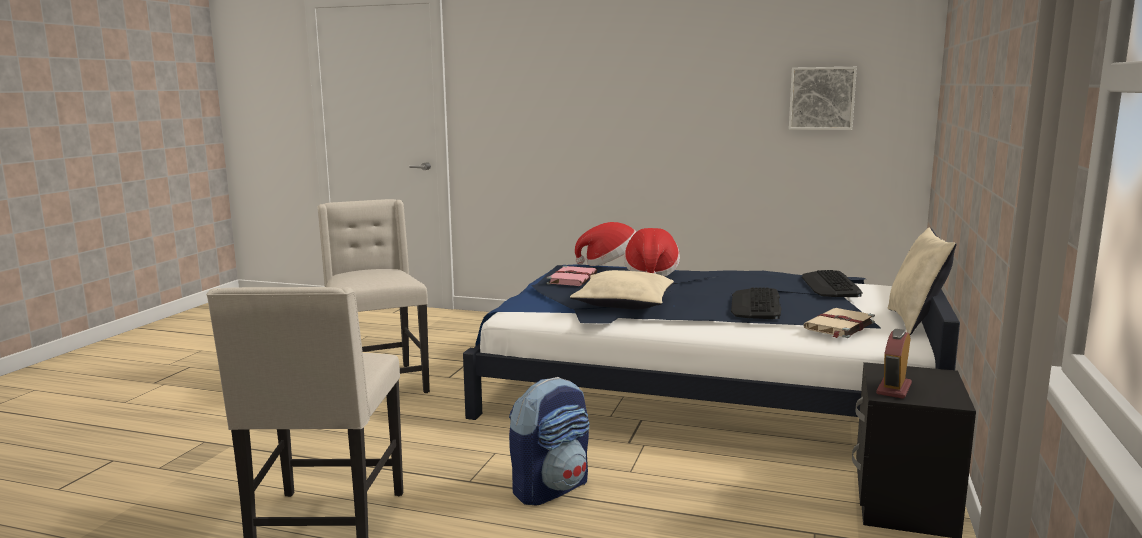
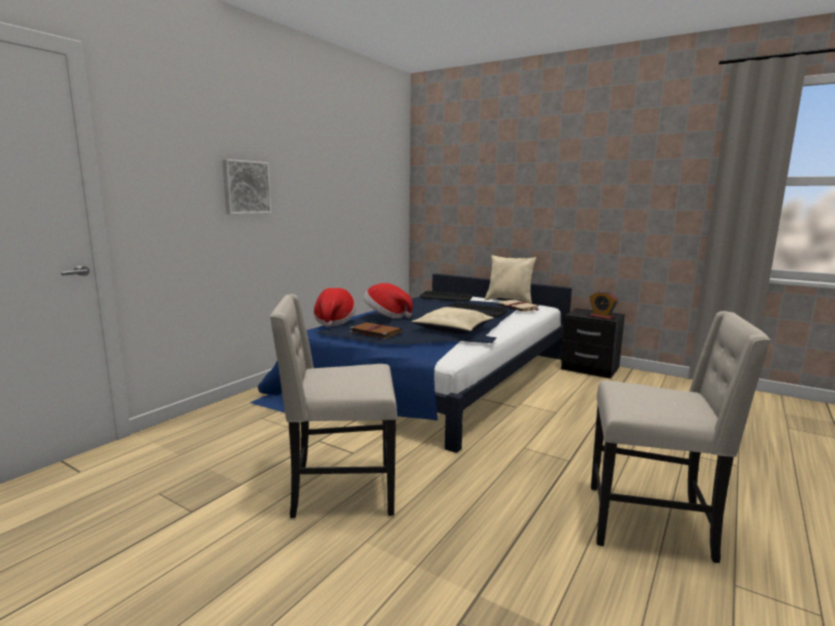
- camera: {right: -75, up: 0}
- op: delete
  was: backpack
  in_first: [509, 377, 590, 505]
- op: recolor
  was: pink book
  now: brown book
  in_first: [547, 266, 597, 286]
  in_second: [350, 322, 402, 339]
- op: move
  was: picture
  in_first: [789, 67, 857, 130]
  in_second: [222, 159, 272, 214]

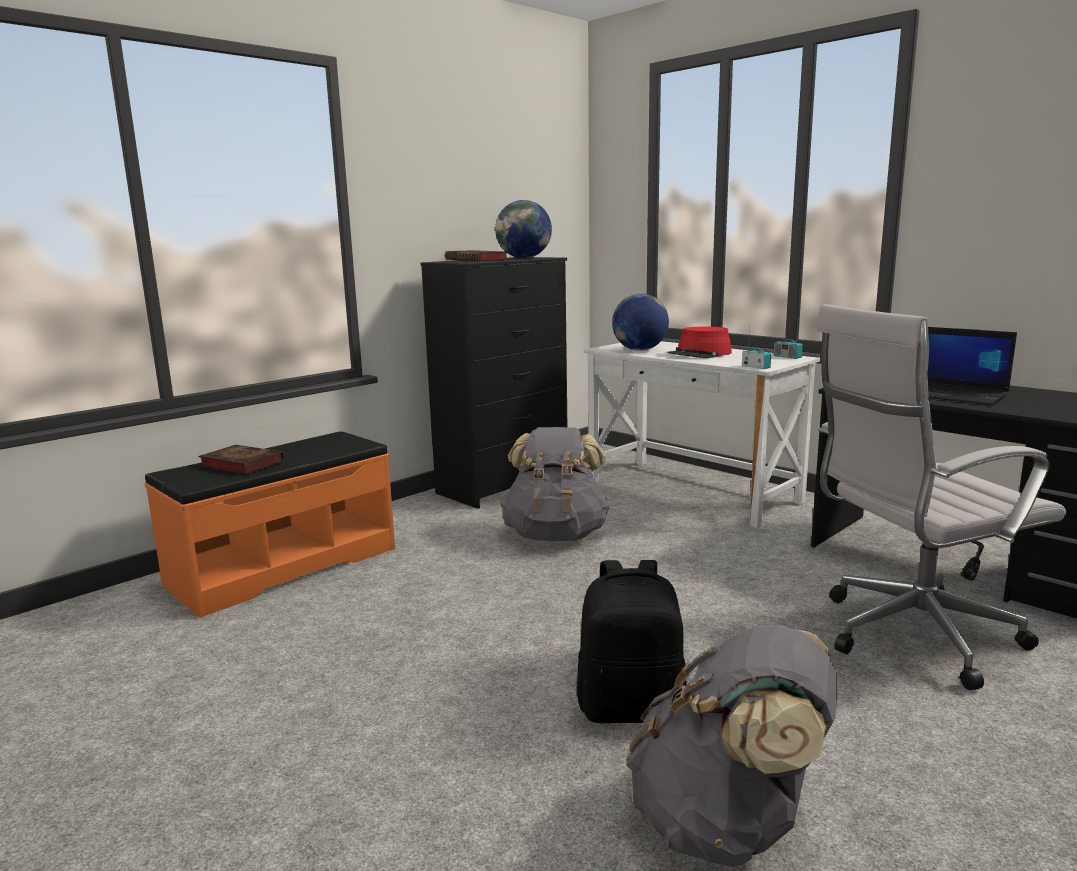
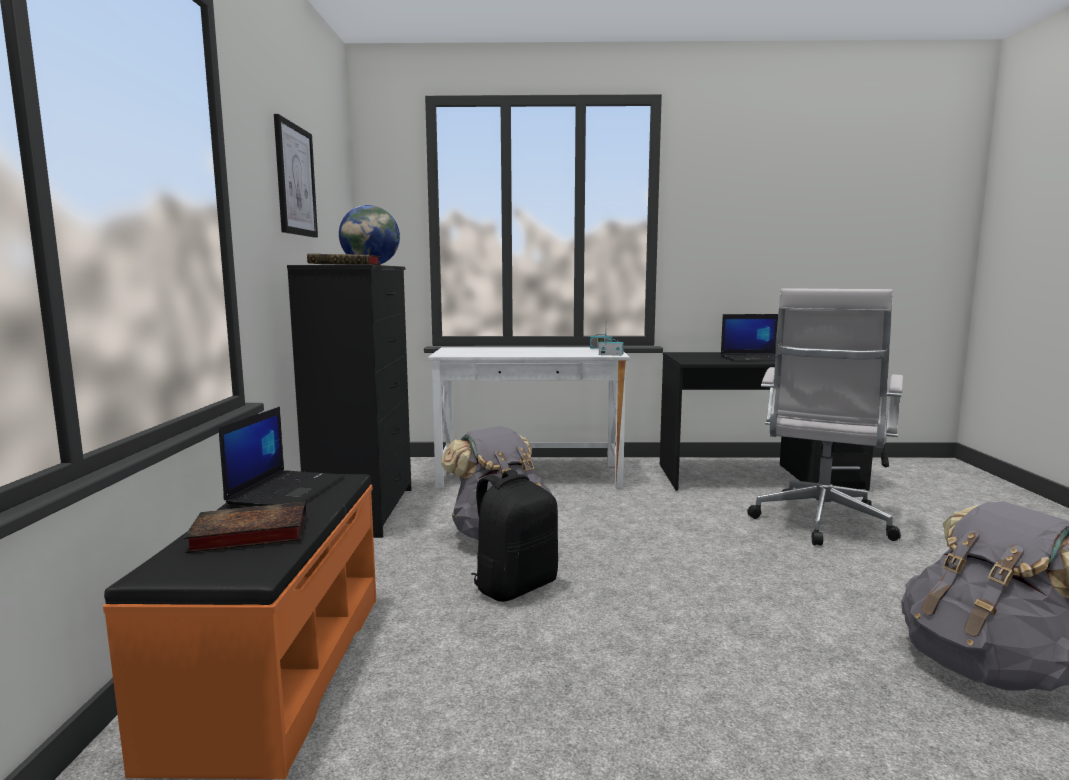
- camera: {right: -45, up: -5}
- op: move
  was: black backpack
  in_first: [577, 560, 686, 723]
  in_second: [471, 470, 558, 602]
- op: delete
  was: globe
  in_first: [612, 294, 669, 351]
- op: delete
  was: red hat
  in_first: [667, 327, 732, 358]
- op: insert
  now: laptop
  in_second: [219, 407, 345, 506]
- op: insert
  now: picture
  in_second: [274, 114, 318, 237]

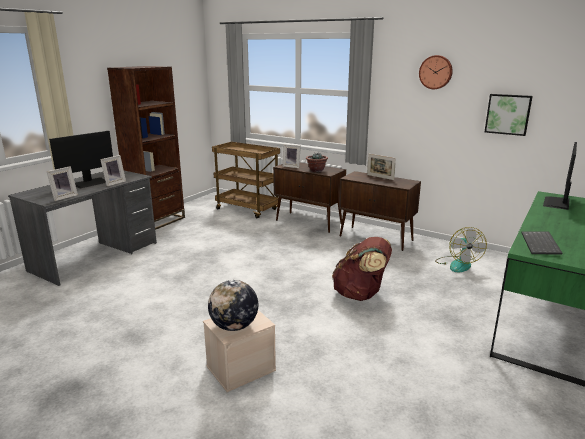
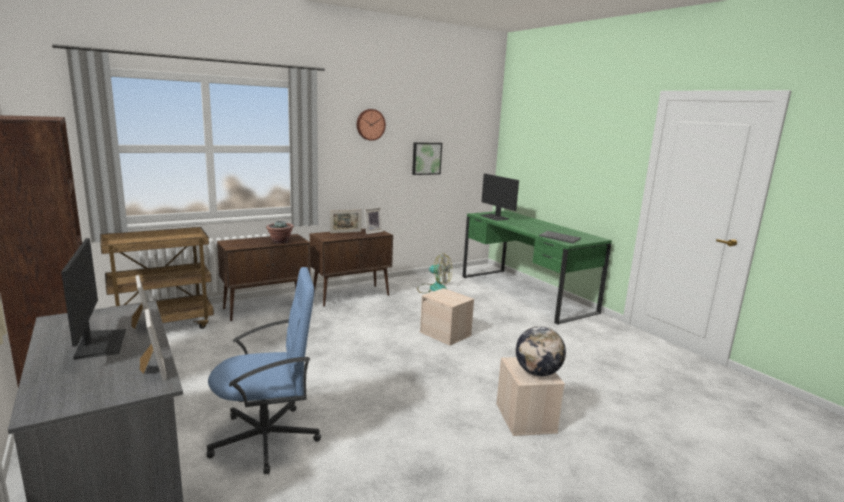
- camera: {right: -65, up: -5}
- op: move
  was: picture frame
  in_first: [282, 144, 301, 168]
  in_second: [364, 207, 383, 234]
- op: replace
  was: brown backpack
  now: beige storage box
  in_first: [332, 237, 392, 301]
  in_second: [420, 288, 474, 346]
- op: insert
  now: blue office chair
  in_second: [207, 267, 321, 474]

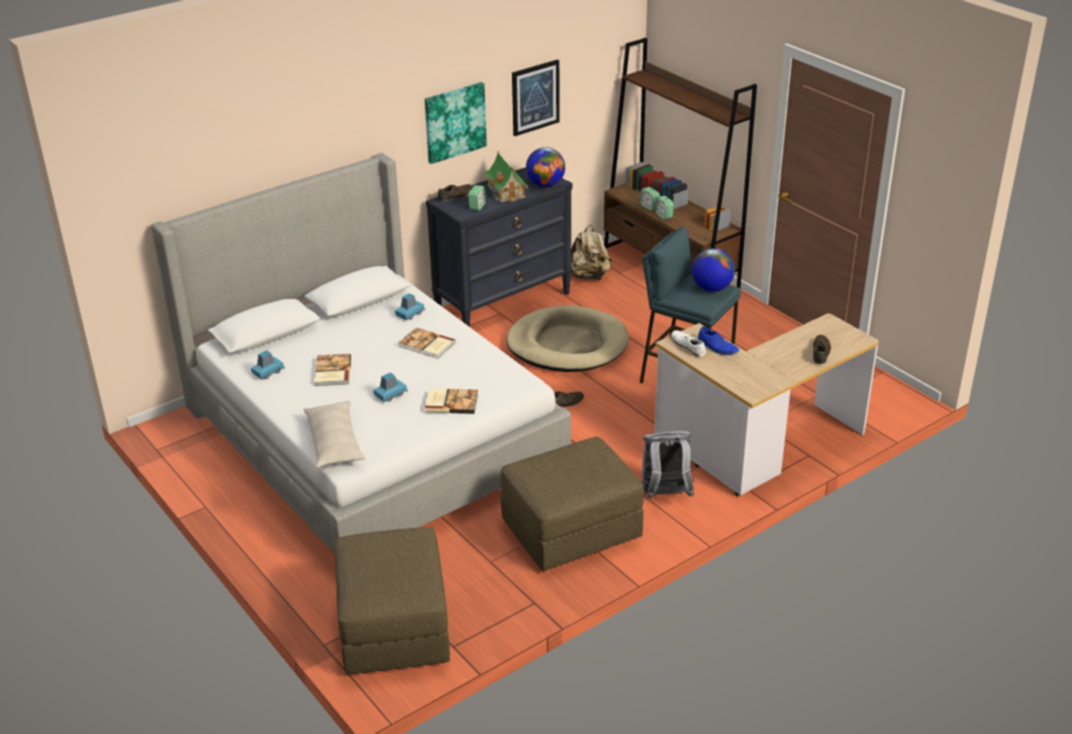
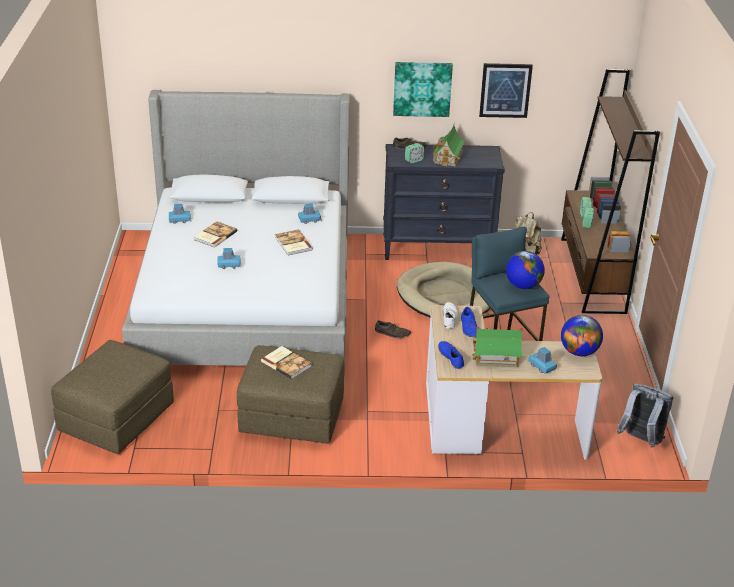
- camera: {right: 35, up: 0}
- op: delete
  was: beige pillow
  in_first: [304, 401, 366, 468]
- op: move
  was: book
  in_first: [425, 388, 478, 414]
  in_second: [261, 346, 311, 379]
- op: move
  was: globe
  in_first: [526, 147, 565, 187]
  in_second: [561, 315, 603, 356]
- op: move
  was: grey backpack
  in_first: [641, 431, 694, 499]
  in_second: [616, 383, 673, 448]
- op: replace
  was: brown shoe
  now: blue toy car
  in_first: [813, 335, 831, 364]
  in_second: [528, 347, 557, 374]
- op: insert
  now: blue shoe
  in_second: [438, 341, 464, 369]
- op: insert
  now: toy house
  in_second: [472, 326, 523, 367]

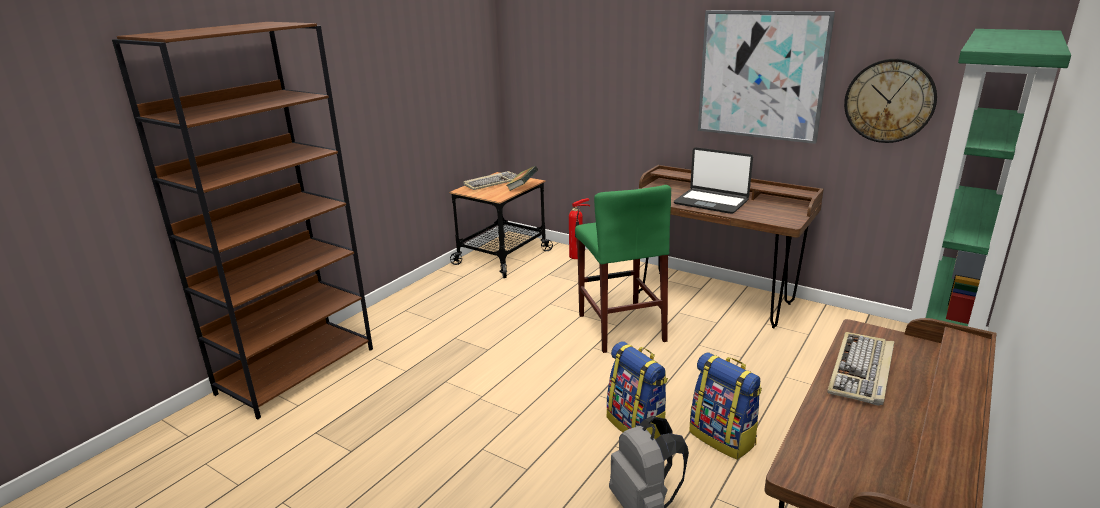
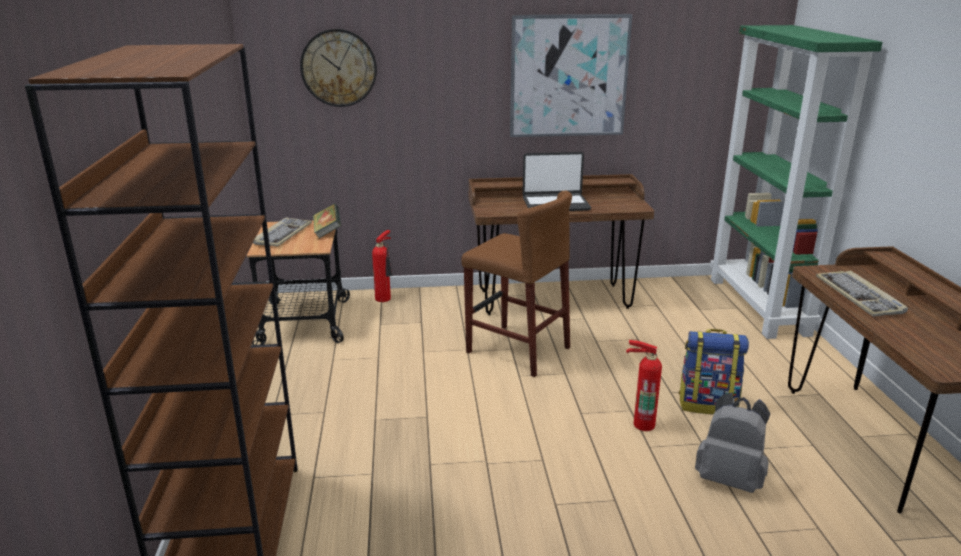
- camera: {right: -40, up: 0}
- op: recolor
  was: green stool
  now: brown stool
  in_first: [575, 185, 671, 353]
  in_second: [461, 190, 572, 377]
- op: replace
  was: backpack
  now: fire extinguisher
  in_first: [607, 341, 668, 439]
  in_second: [626, 340, 662, 431]
- op: move
  was: wall clock
  in_first: [844, 59, 937, 143]
  in_second: [300, 29, 377, 107]

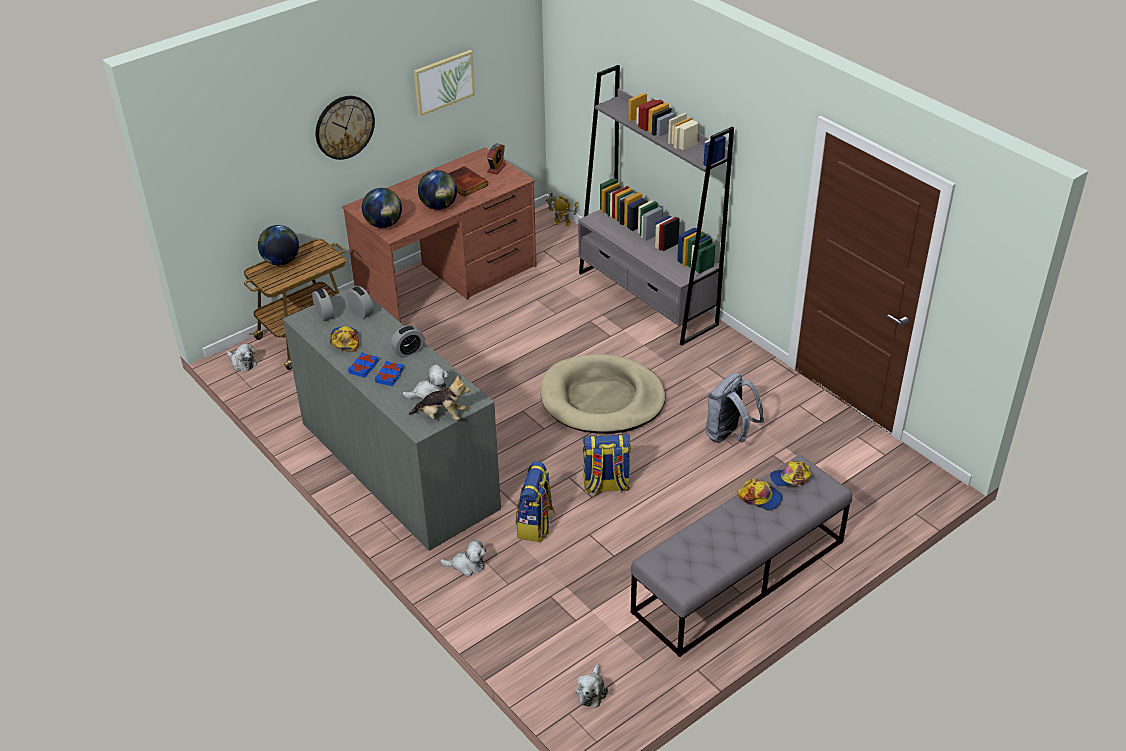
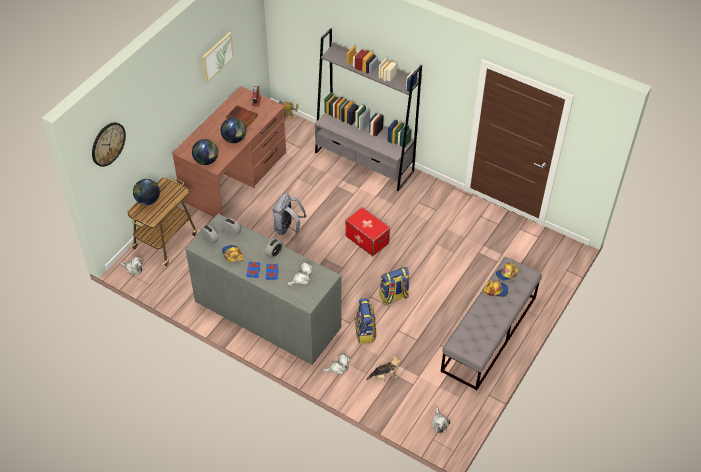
- camera: {right: -20, up: 10}
- op: move
  was: wall clock
  in_first: [316, 96, 375, 160]
  in_second: [92, 122, 126, 167]
- op: move
  was: plush toy
  in_first: [409, 375, 470, 420]
  in_second: [366, 355, 402, 381]
- op: replace
  was: beige dog bed
  now: storage box
  in_first: [540, 354, 665, 434]
  in_second: [345, 207, 390, 256]
- op: move
  was: grey backpack
  in_first: [706, 373, 764, 443]
  in_second: [272, 193, 307, 235]

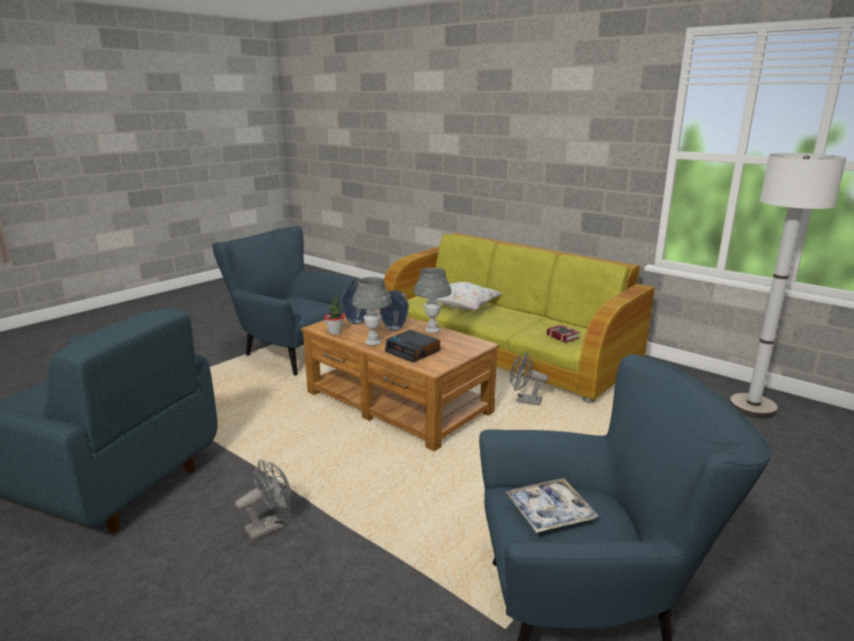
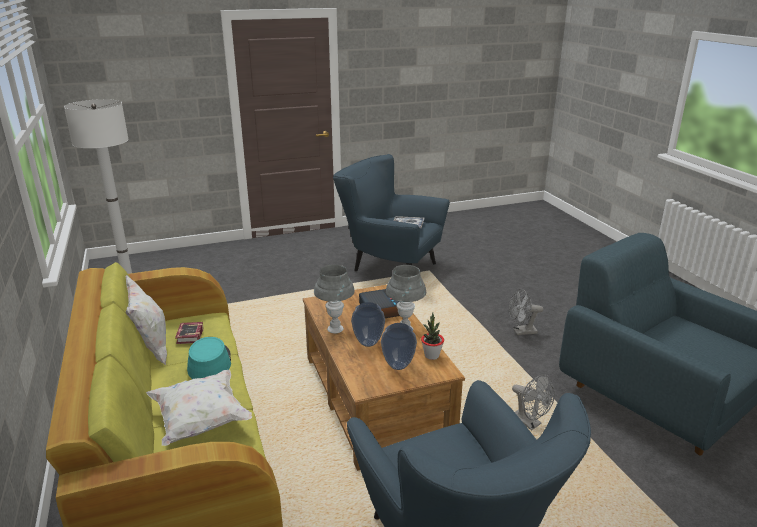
- camera: {right: -150, up: 5}
- op: move
  was: grey fan
  in_first: [510, 352, 549, 406]
  in_second: [512, 375, 555, 430]
- op: insert
  now: white pillow
  in_second: [125, 275, 167, 365]
- op: insert
  now: turquoise hat
  in_second: [187, 337, 231, 379]

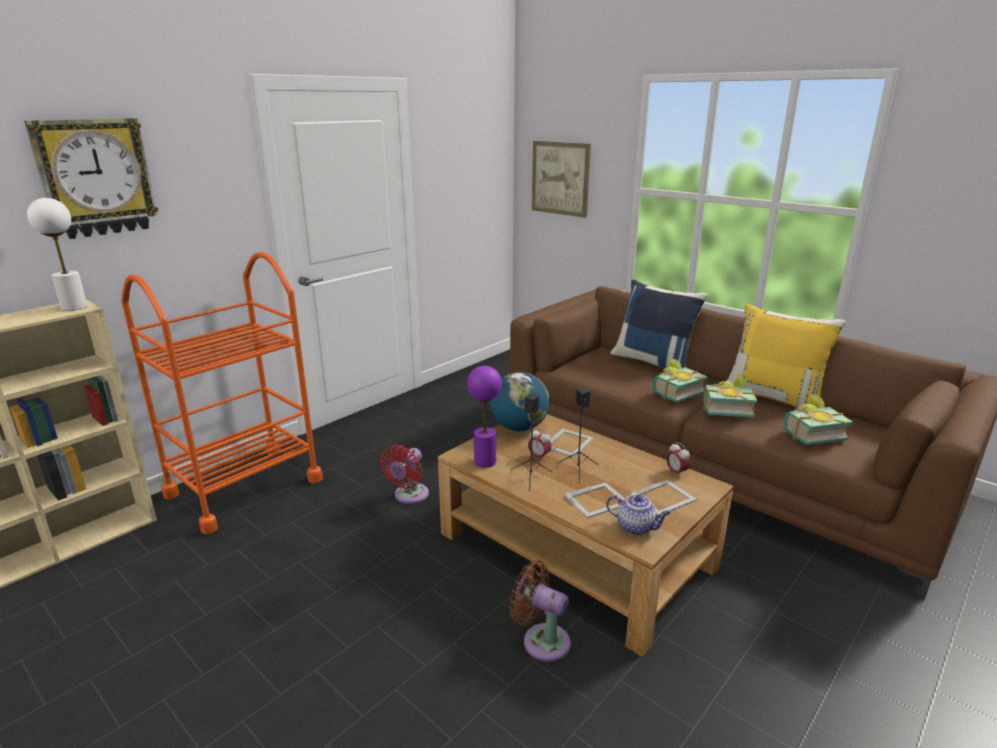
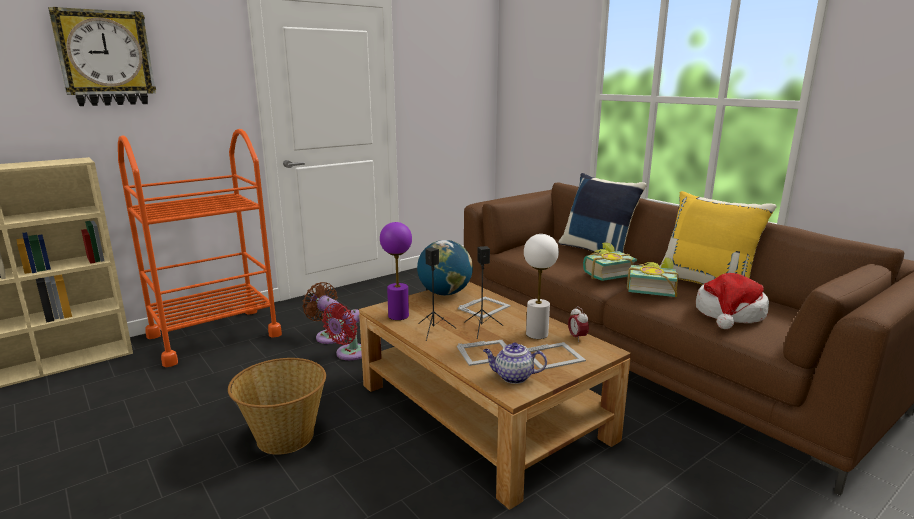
- camera: {right: 10, up: -5}
- op: move
  was: white table lamp
  in_first: [27, 198, 87, 311]
  in_second: [524, 234, 559, 339]
- op: move
  was: brown fan
  in_first: [509, 560, 571, 662]
  in_second: [302, 282, 345, 344]
- op: delete
  was: alarm clock
  in_first: [528, 428, 551, 460]
- op: delete
  was: picture
  in_first: [532, 141, 591, 218]
- op: rotate
  was: teapot
  in_first: [606, 494, 670, 535]
  in_second: [483, 342, 547, 384]
  clockwise: 150
- op: replace
  was: book
  now: hat
  in_first: [784, 395, 853, 445]
  in_second: [696, 273, 769, 329]
- op: insert
  now: basket
  in_second: [228, 358, 326, 455]

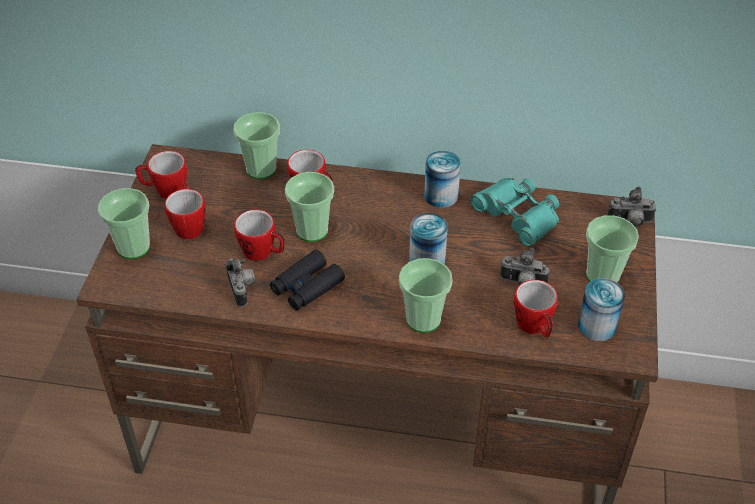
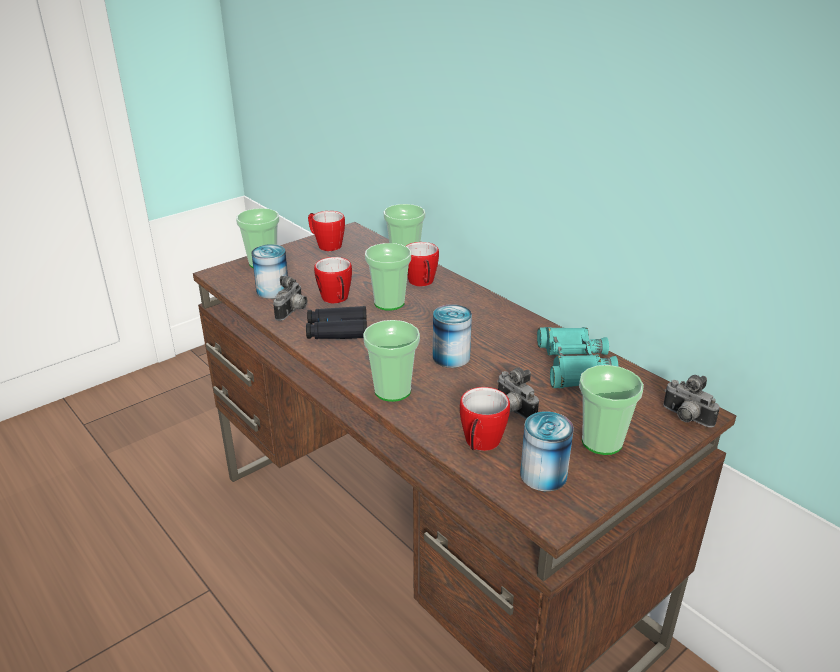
- camera: {right: 40, up: -15}
- op: delete
  was: mug
  in_first: [165, 184, 206, 239]
- op: move
  was: can
  in_first: [424, 151, 461, 208]
  in_second: [252, 244, 288, 299]

